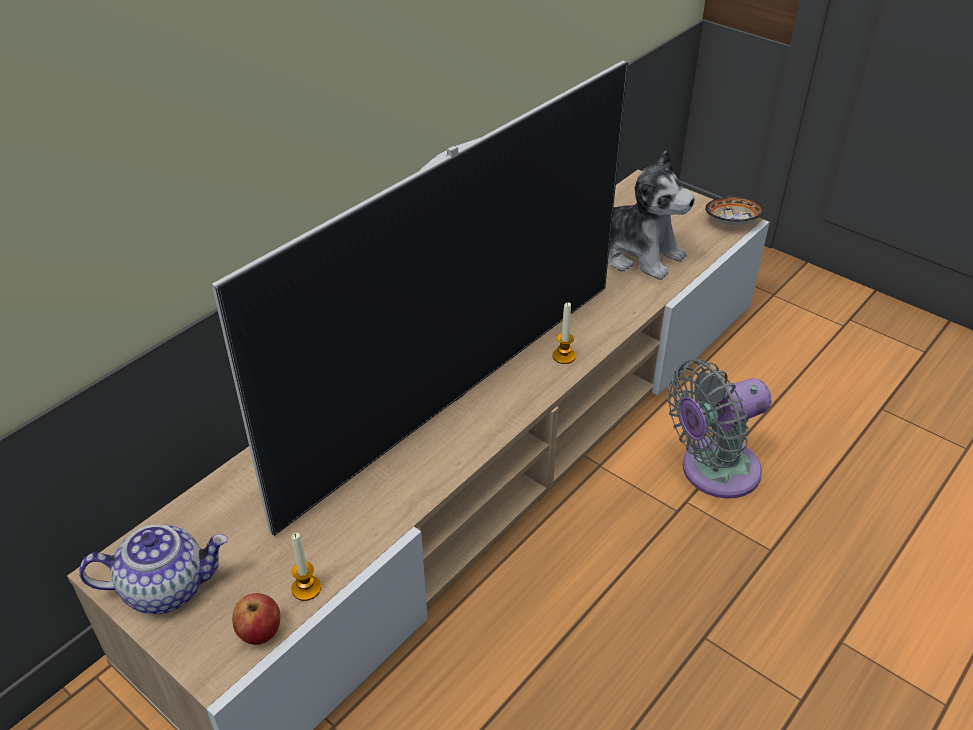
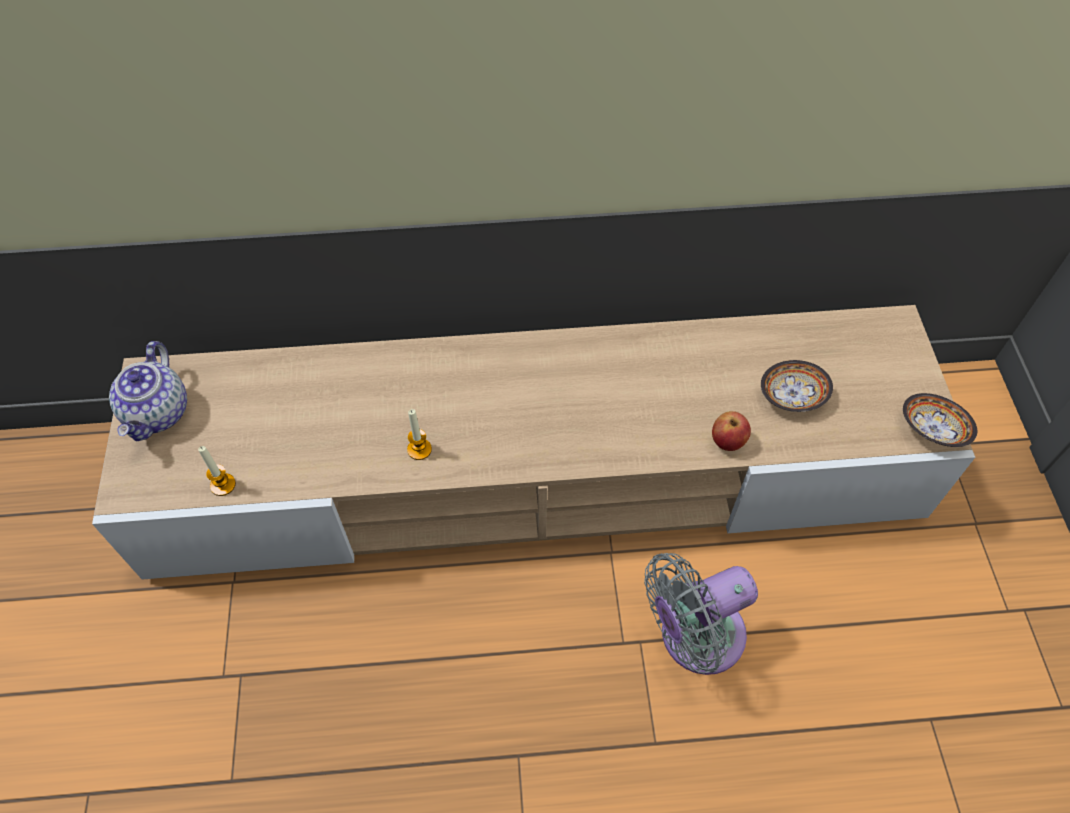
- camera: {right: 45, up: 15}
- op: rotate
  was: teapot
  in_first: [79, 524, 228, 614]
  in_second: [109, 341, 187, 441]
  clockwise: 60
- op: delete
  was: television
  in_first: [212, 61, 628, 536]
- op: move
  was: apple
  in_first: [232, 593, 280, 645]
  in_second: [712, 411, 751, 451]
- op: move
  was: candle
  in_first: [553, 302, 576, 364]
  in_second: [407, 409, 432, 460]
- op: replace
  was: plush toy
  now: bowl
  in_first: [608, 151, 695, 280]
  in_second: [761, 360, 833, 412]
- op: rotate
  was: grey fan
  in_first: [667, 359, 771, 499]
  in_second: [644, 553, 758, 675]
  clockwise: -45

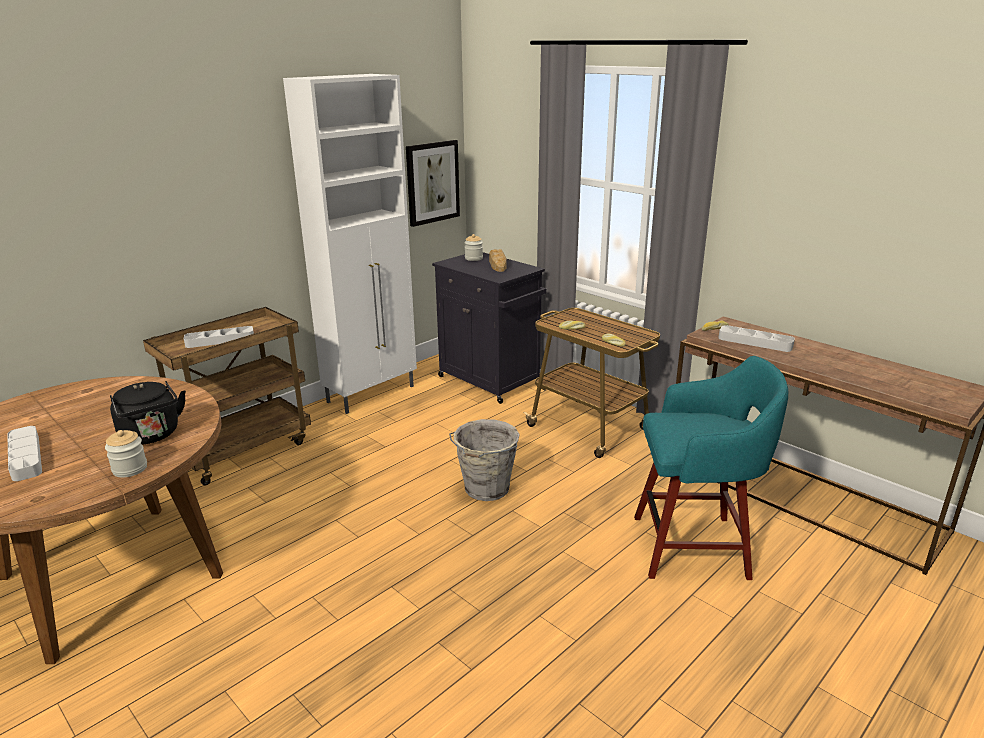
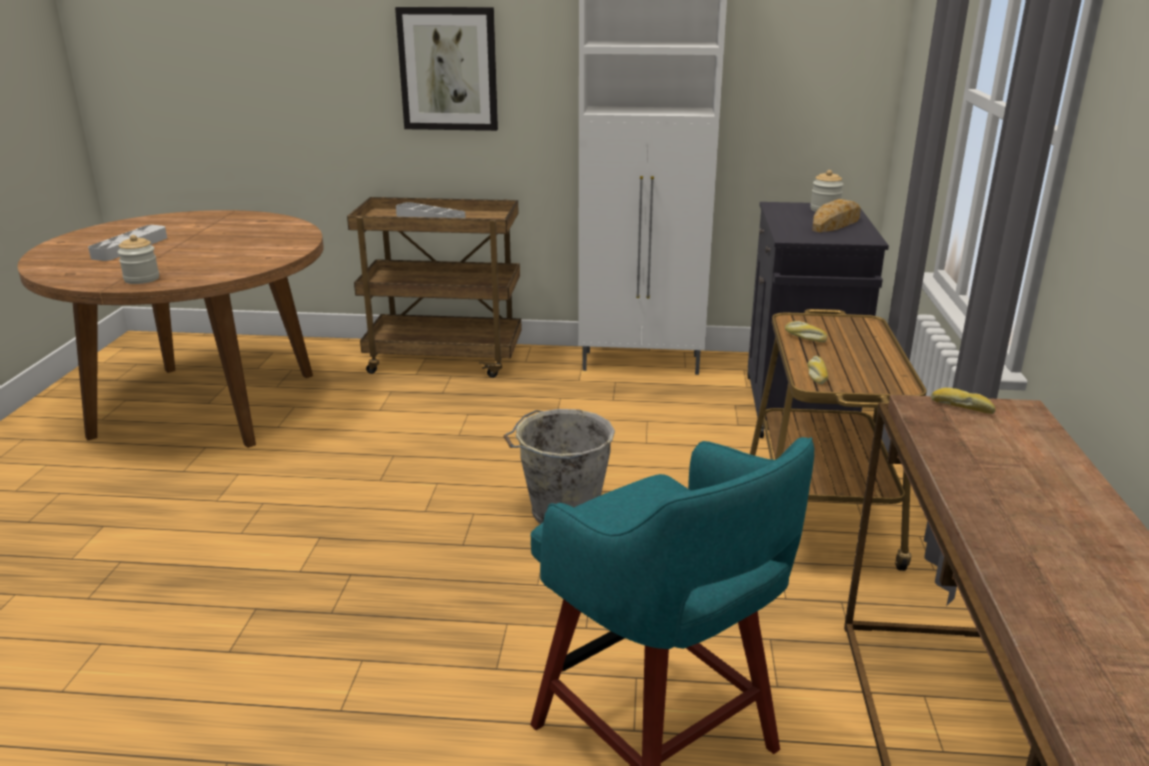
- camera: {right: 50, up: 0}
- op: delete
  was: black kettle
  in_first: [110, 381, 186, 444]
- op: move
  was: picture
  in_first: [406, 140, 460, 227]
  in_second: [395, 7, 498, 131]
- op: delete
  was: grey tray
  in_first: [719, 325, 795, 352]

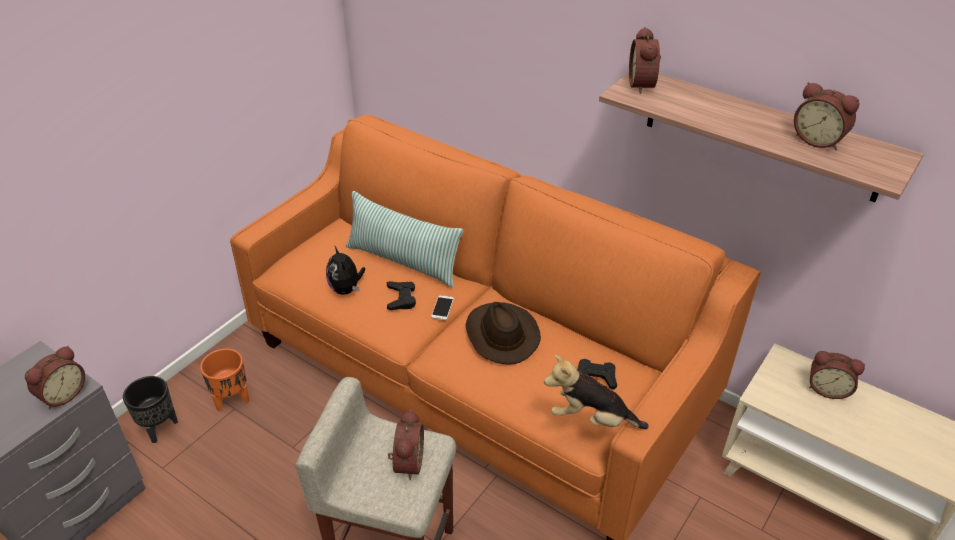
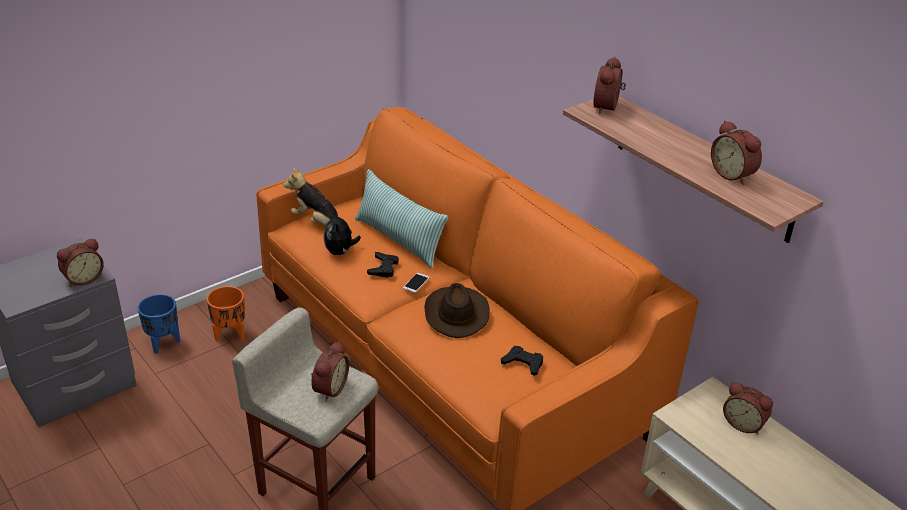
- camera: {right: 15, up: -5}
- op: recolor
  was: black planter
  now: blue planter
  in_first: [123, 376, 178, 443]
  in_second: [137, 294, 180, 354]
- op: move
  was: plush toy
  in_first: [544, 355, 649, 429]
  in_second: [284, 167, 352, 234]

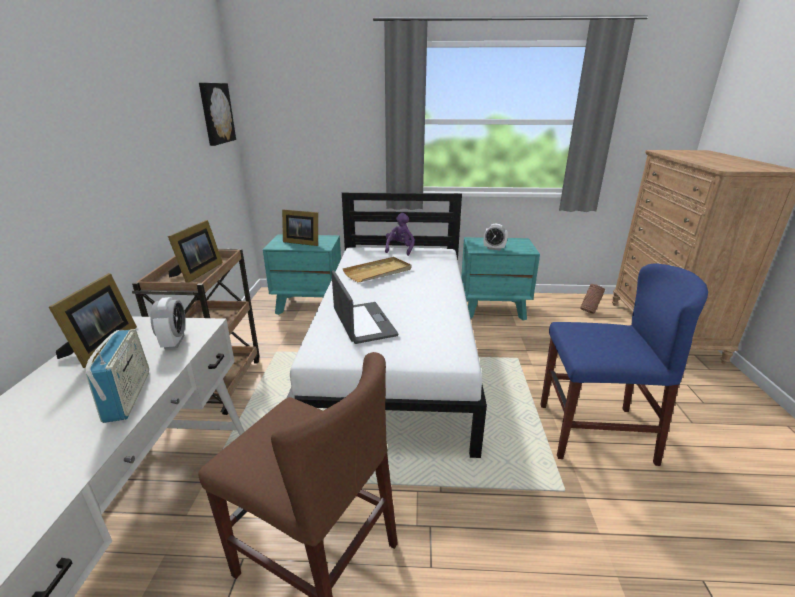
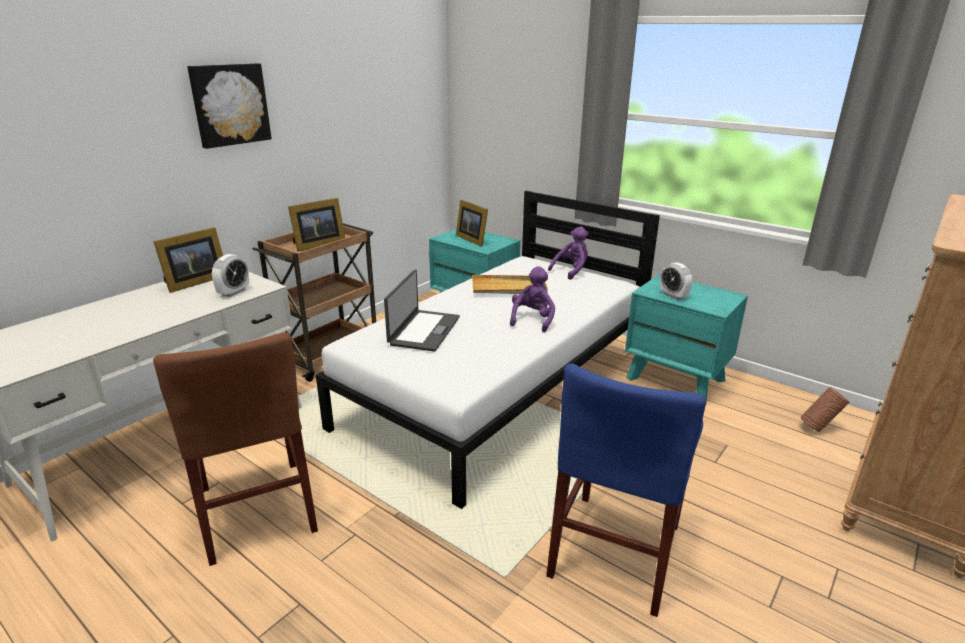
- camera: {right: 35, up: 0}
- op: delete
  was: radio
  in_first: [85, 329, 149, 423]
- op: move
  was: picture
  in_first: [199, 83, 236, 146]
  in_second: [187, 63, 272, 149]
- op: rotate
  was: blue chair
  in_first: [541, 263, 708, 466]
  in_second: [547, 363, 706, 617]
  clockwise: 75
- op: insert
  now: purple plush toy
  in_second: [510, 266, 555, 332]

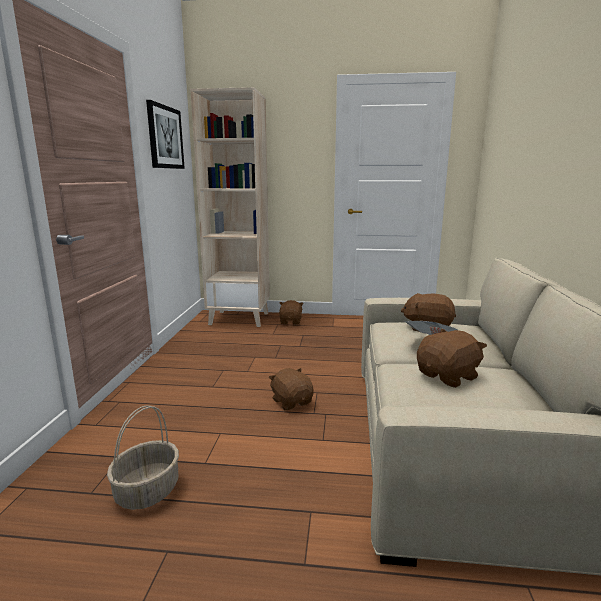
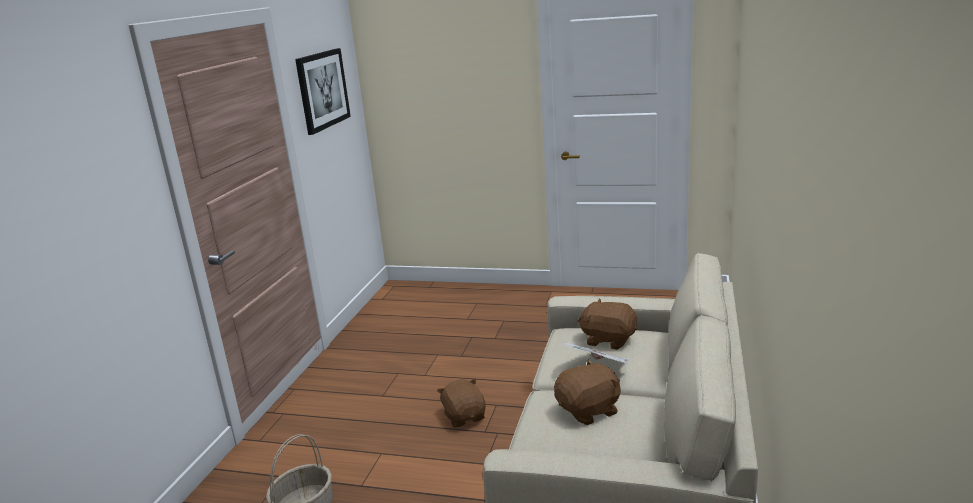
- camera: {right: 10, up: 5}
- op: delete
  was: beige bookcase
  in_first: [190, 87, 270, 327]
- op: delete
  was: brown plush toy
  in_first: [279, 300, 304, 325]

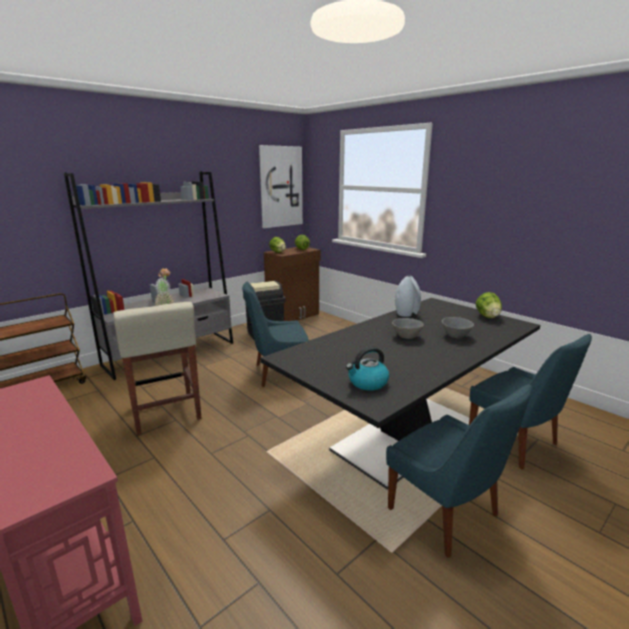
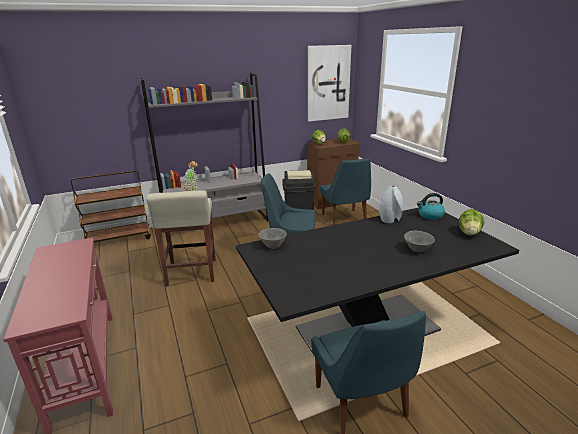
- camera: {right: 20, up: 5}
- op: move
  was: kettle
  in_first: [346, 347, 389, 391]
  in_second: [417, 193, 445, 220]
- op: move
  was: grey bowl
  in_first: [392, 318, 424, 339]
  in_second: [258, 228, 287, 249]
- op: move
  was: blue chair
  in_first: [469, 334, 592, 469]
  in_second: [320, 158, 371, 225]

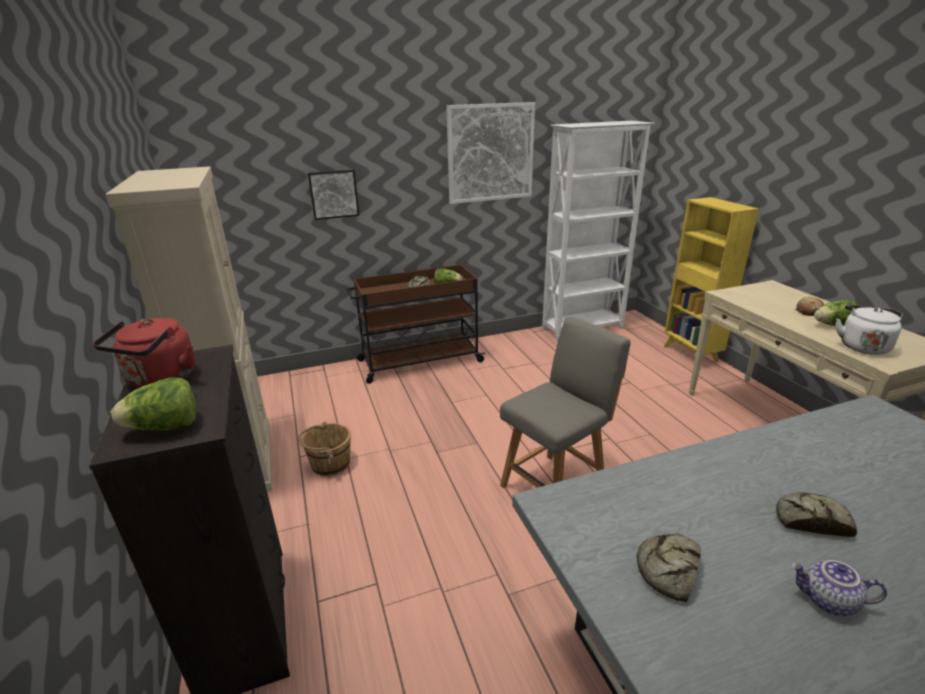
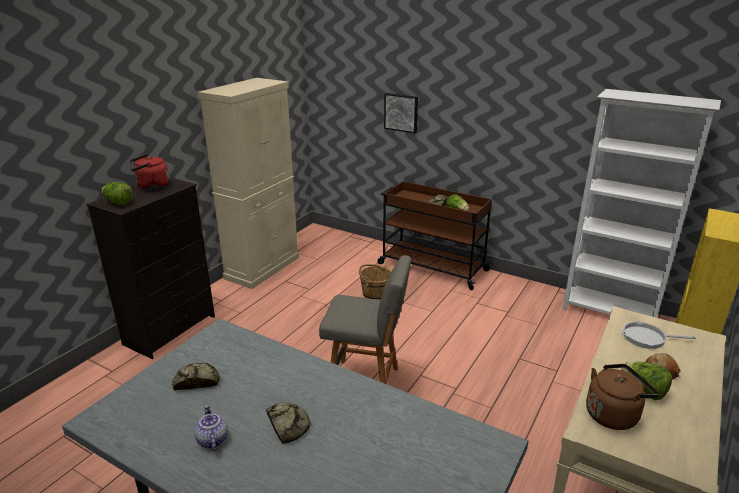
- camera: {right: 50, up: 0}
- op: move
  was: brown bucket
  in_first: [299, 422, 351, 476]
  in_second: [359, 264, 391, 300]
- op: delete
  was: picture
  in_first: [446, 102, 535, 204]
- op: recolor
  was: white kettle
  now: brown kettle
  in_first: [835, 305, 903, 355]
  in_second: [586, 364, 659, 430]
- op: insert
  now: frying pan
  in_second: [620, 321, 696, 349]

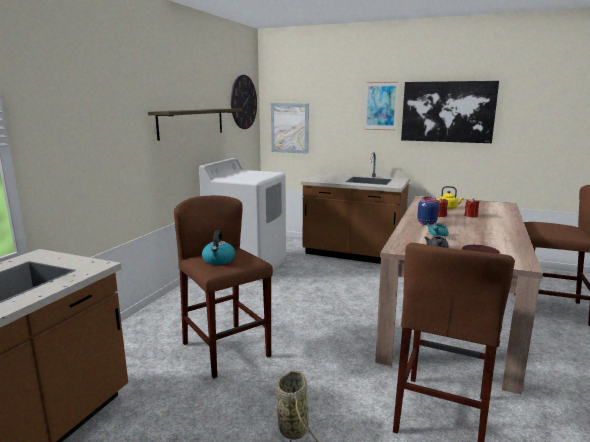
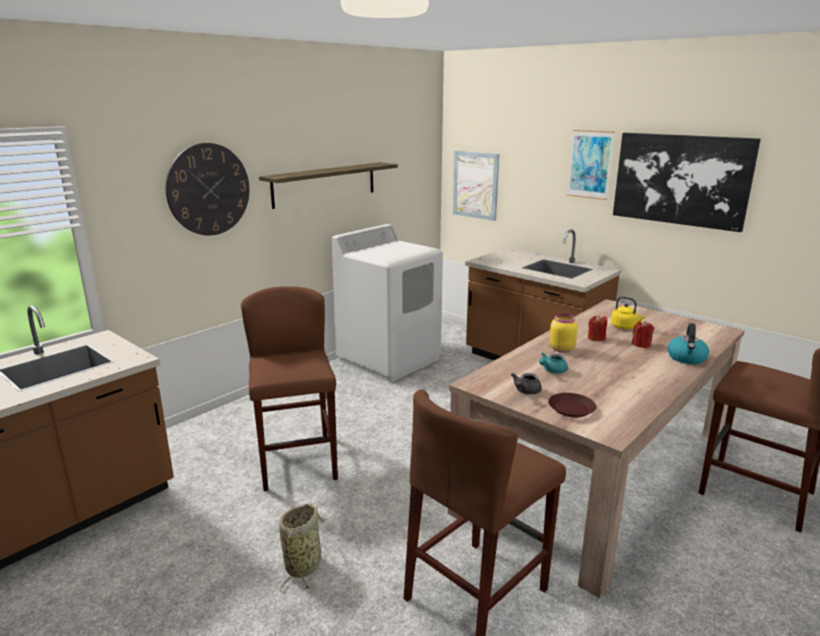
- camera: {right: 20, up: 5}
- op: move
  was: kettle
  in_first: [202, 230, 235, 265]
  in_second: [668, 323, 709, 364]
- op: move
  was: wall clock
  in_first: [231, 75, 257, 129]
  in_second: [166, 143, 249, 235]
- op: recolor
  was: blue jar
  now: yellow jar
  in_first: [417, 197, 439, 225]
  in_second: [549, 313, 578, 352]

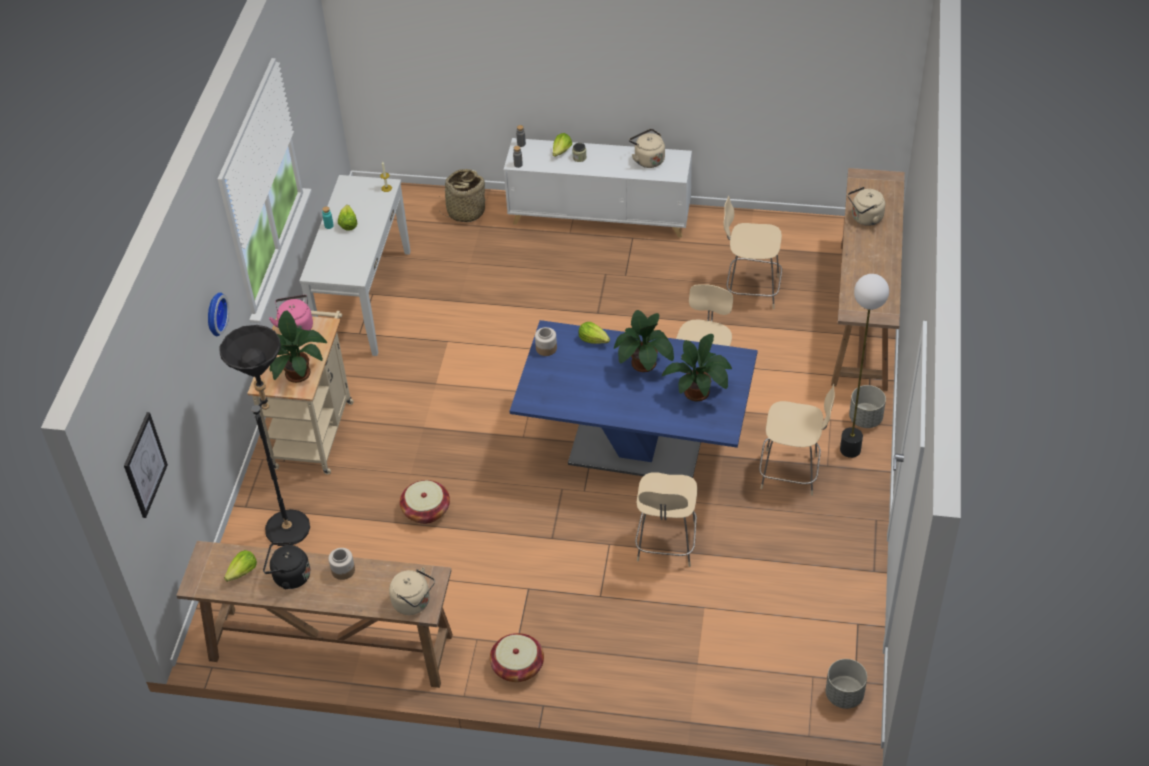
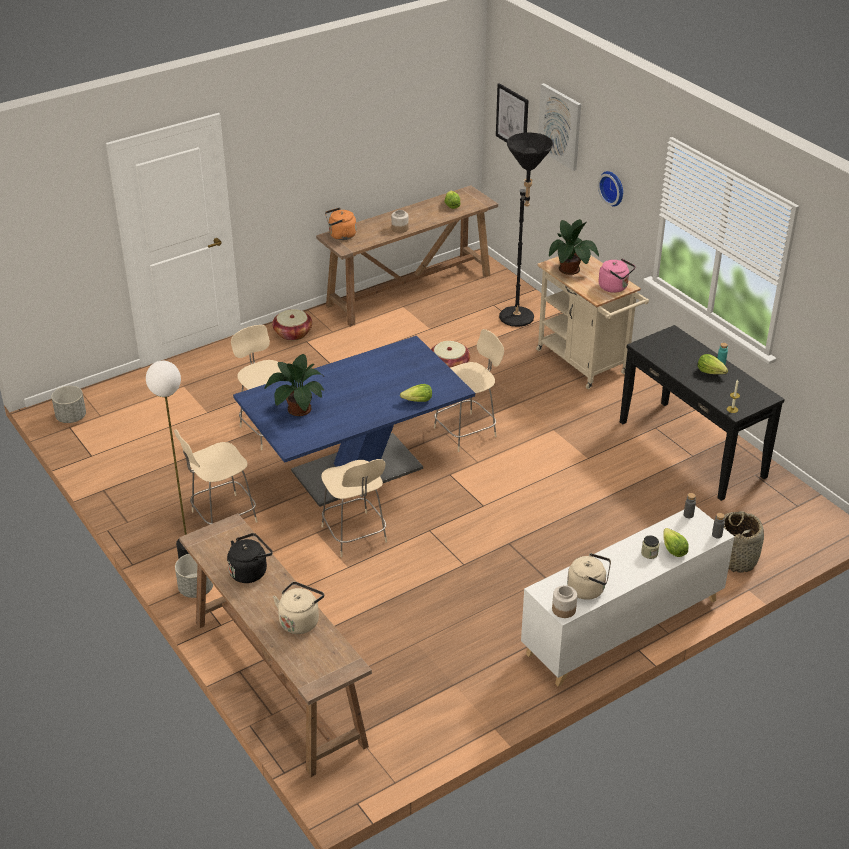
- camera: {right: 135, up: -10}
- op: move
  was: black kettle
  in_first: [263, 542, 310, 589]
  in_second: [227, 533, 273, 583]
- op: recolor
  was: white console table
  now: black console table
  in_first: [299, 175, 411, 356]
  in_second: [620, 325, 785, 501]
- op: recolor
  was: beige kettle
  now: orange kettle
  in_first: [389, 567, 435, 615]
  in_second: [325, 207, 357, 240]
- op: move
  was: jar
  in_first: [535, 327, 557, 356]
  in_second: [552, 585, 577, 618]
- op: delete
  was: potted plant
  in_first: [614, 310, 674, 372]
- op: move
  was: beige chair
  in_first: [724, 196, 782, 309]
  in_second: [434, 329, 504, 452]
- op: insert
  now: picture
  in_second: [538, 83, 581, 171]

